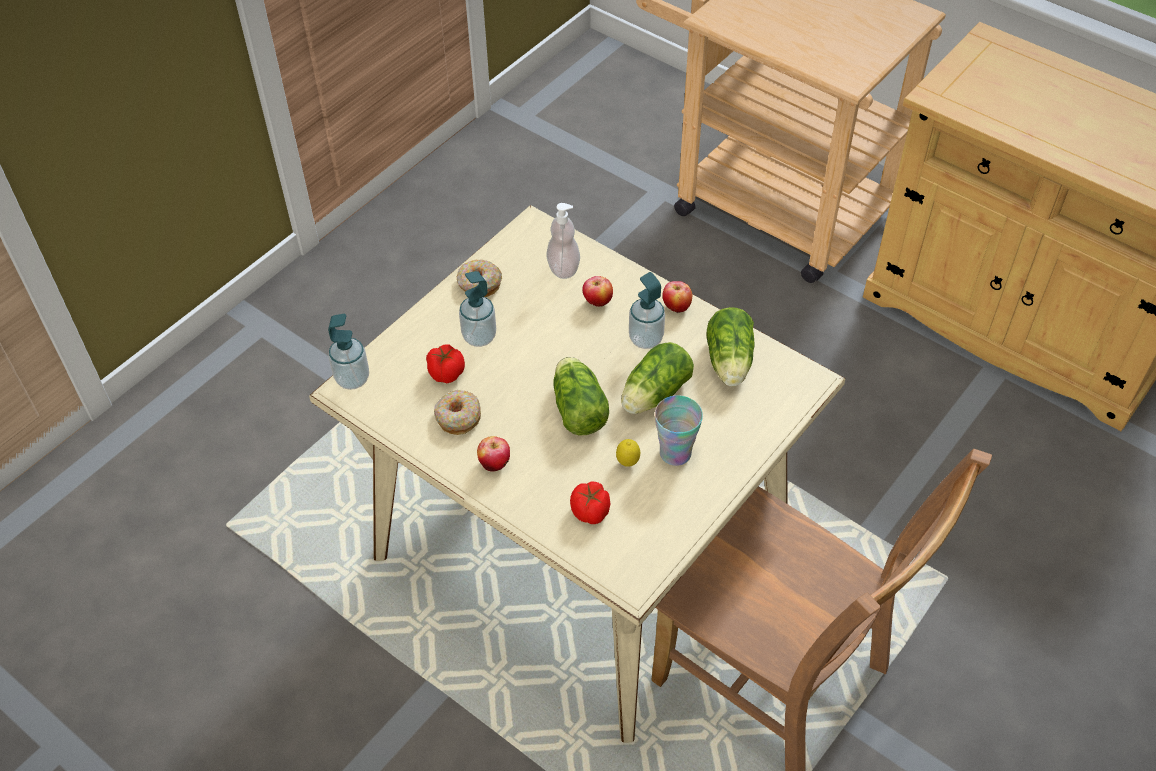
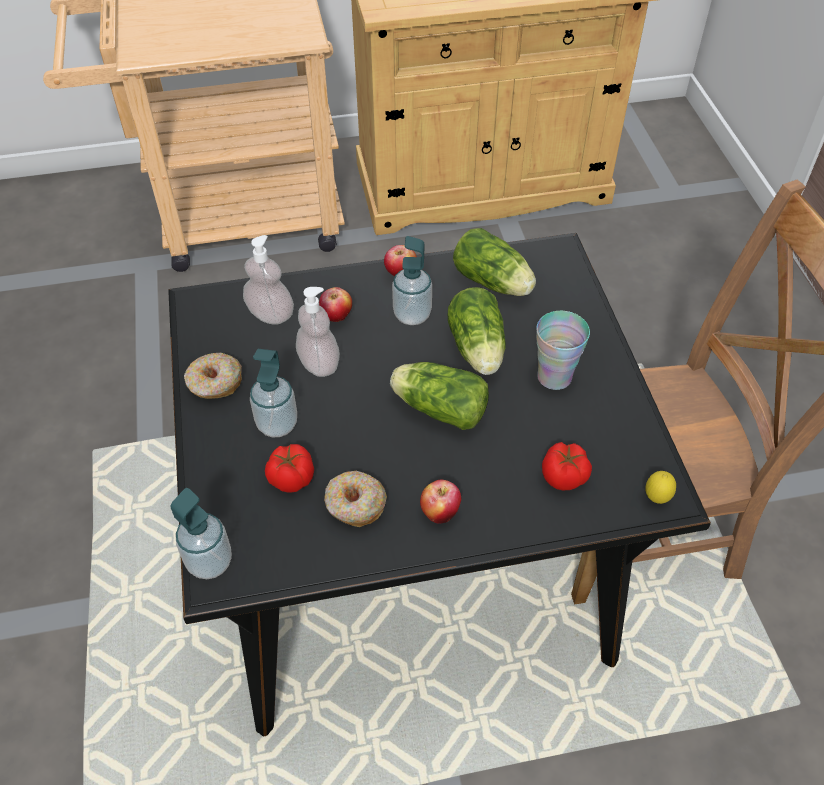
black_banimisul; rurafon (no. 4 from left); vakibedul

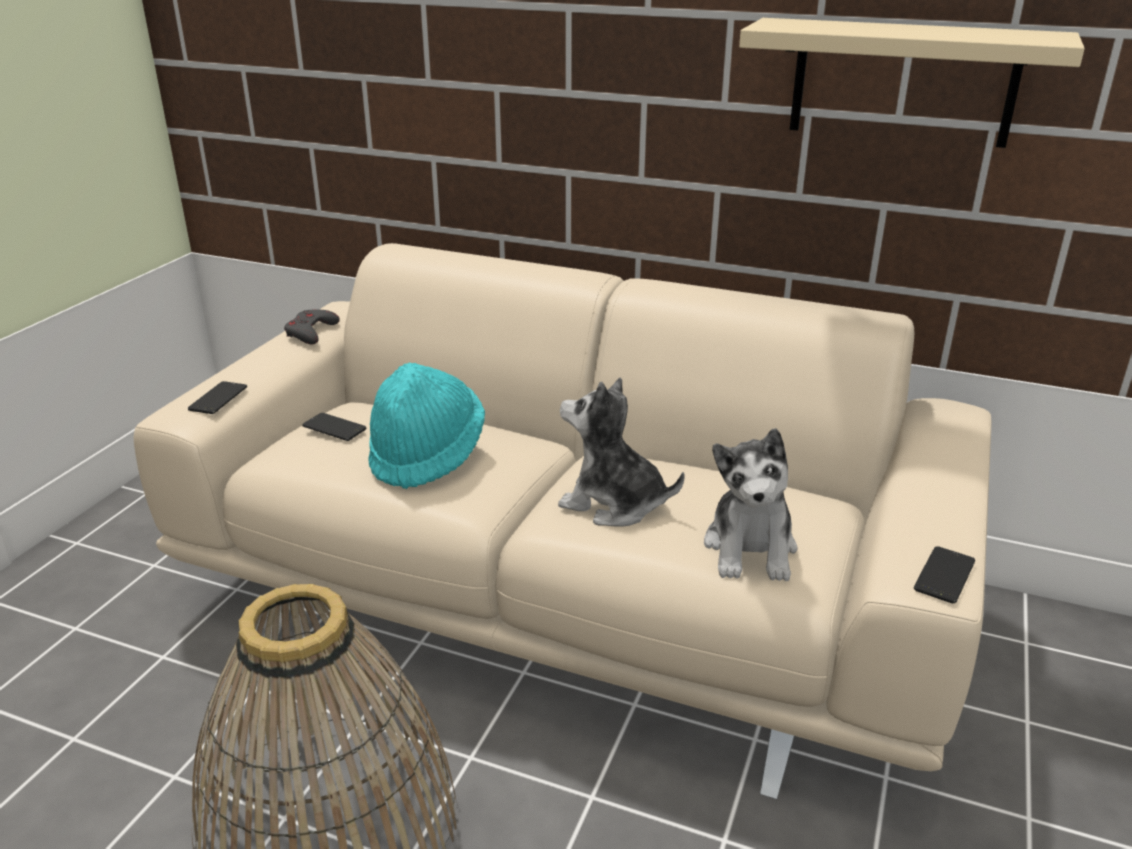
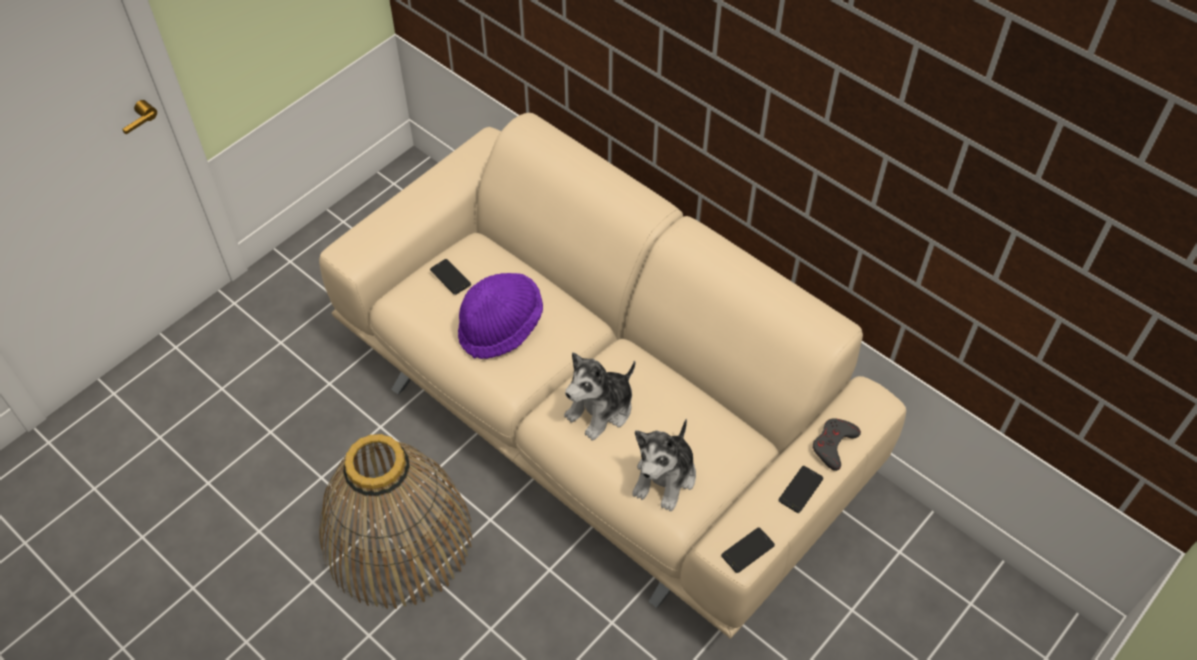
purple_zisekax; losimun (no. 1 from left); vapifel (no. 3 from left); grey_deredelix; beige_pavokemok

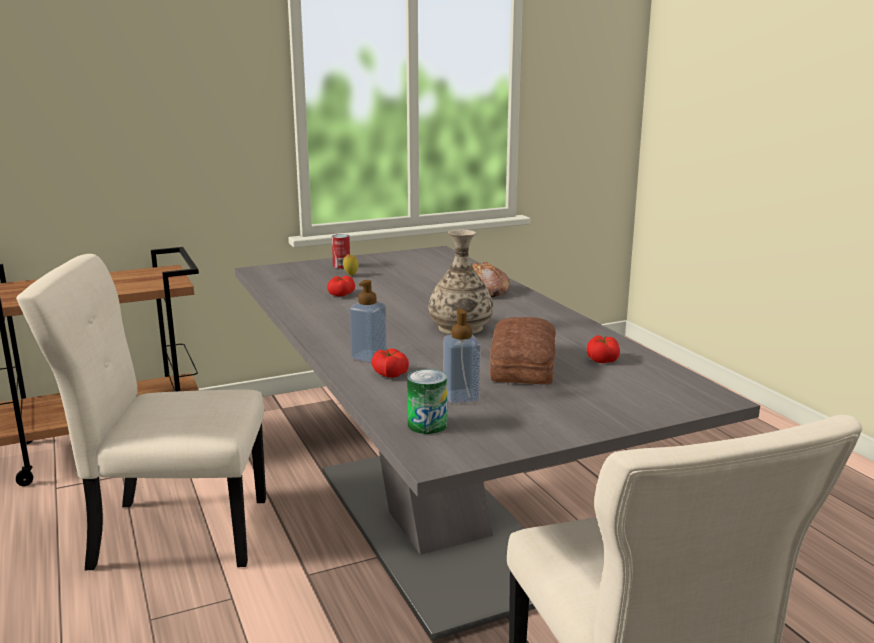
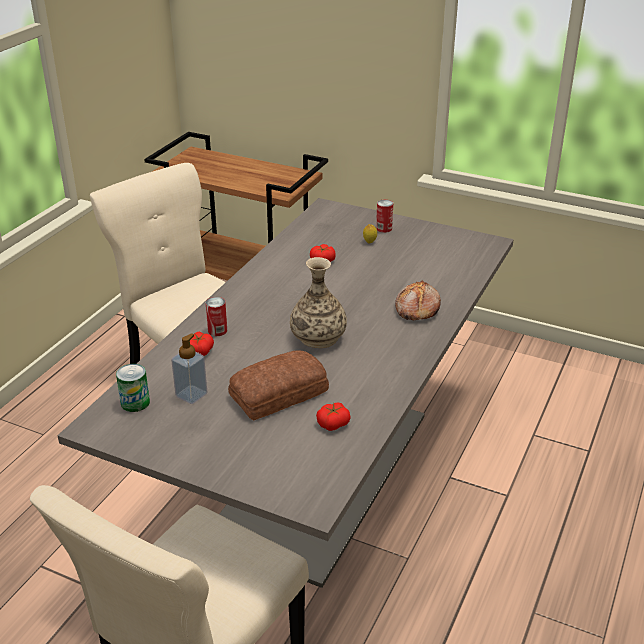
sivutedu (no. 2 from left)

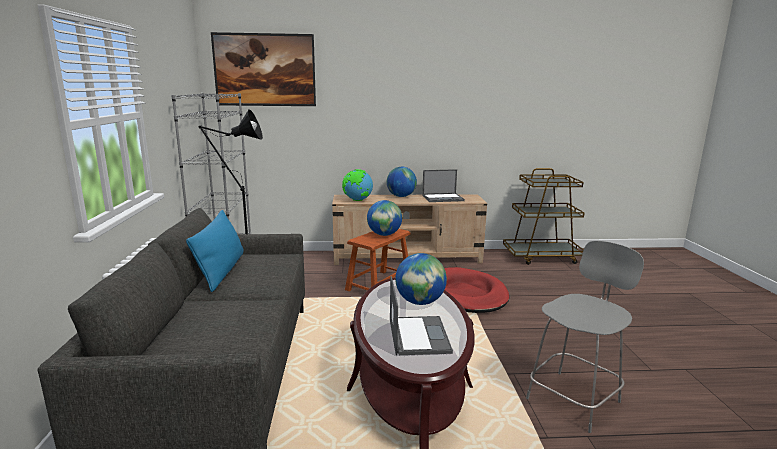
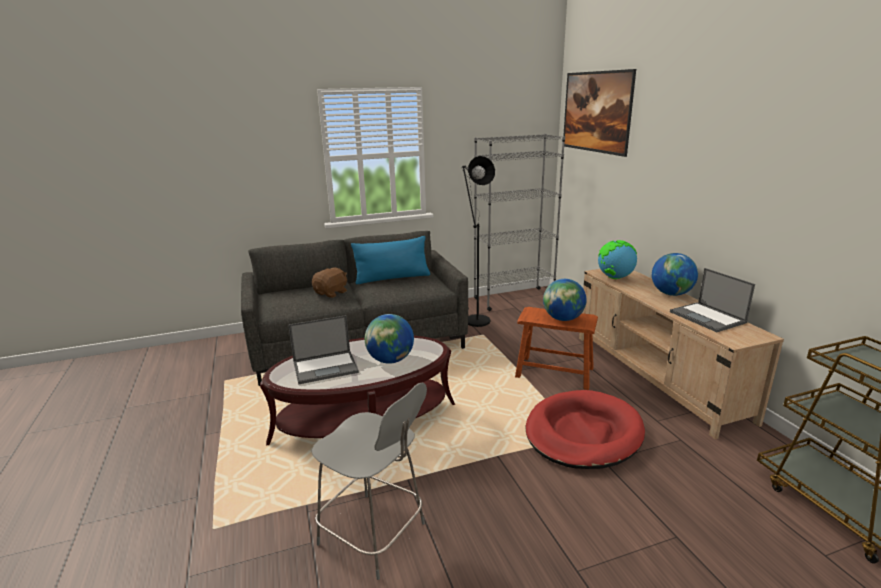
brown_losimun

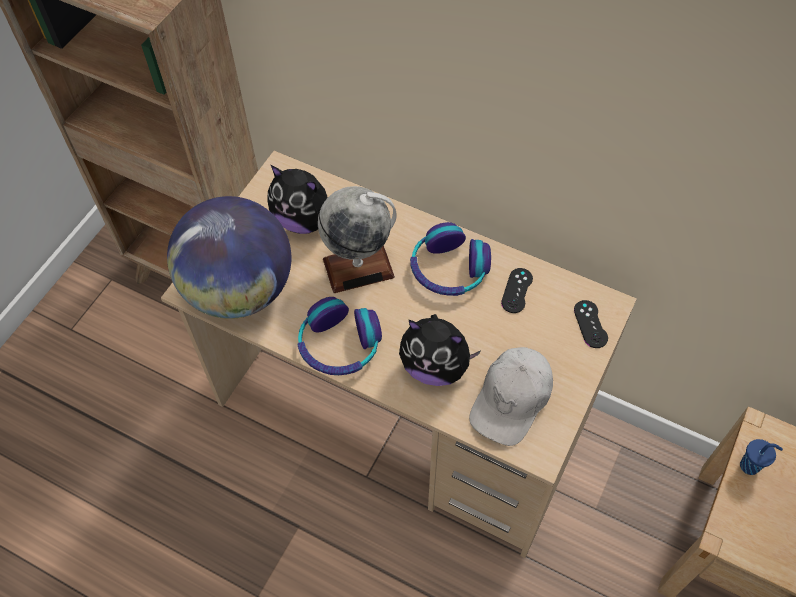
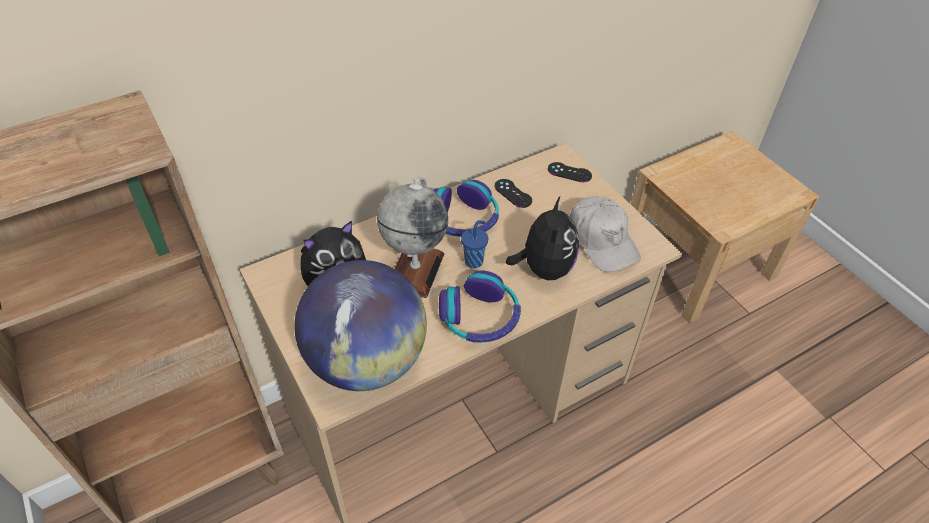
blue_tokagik; losimun (no. 2 from left)

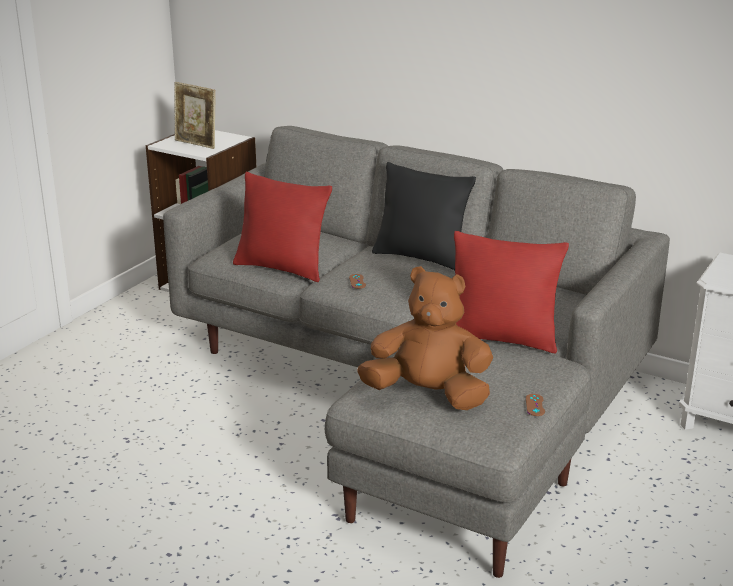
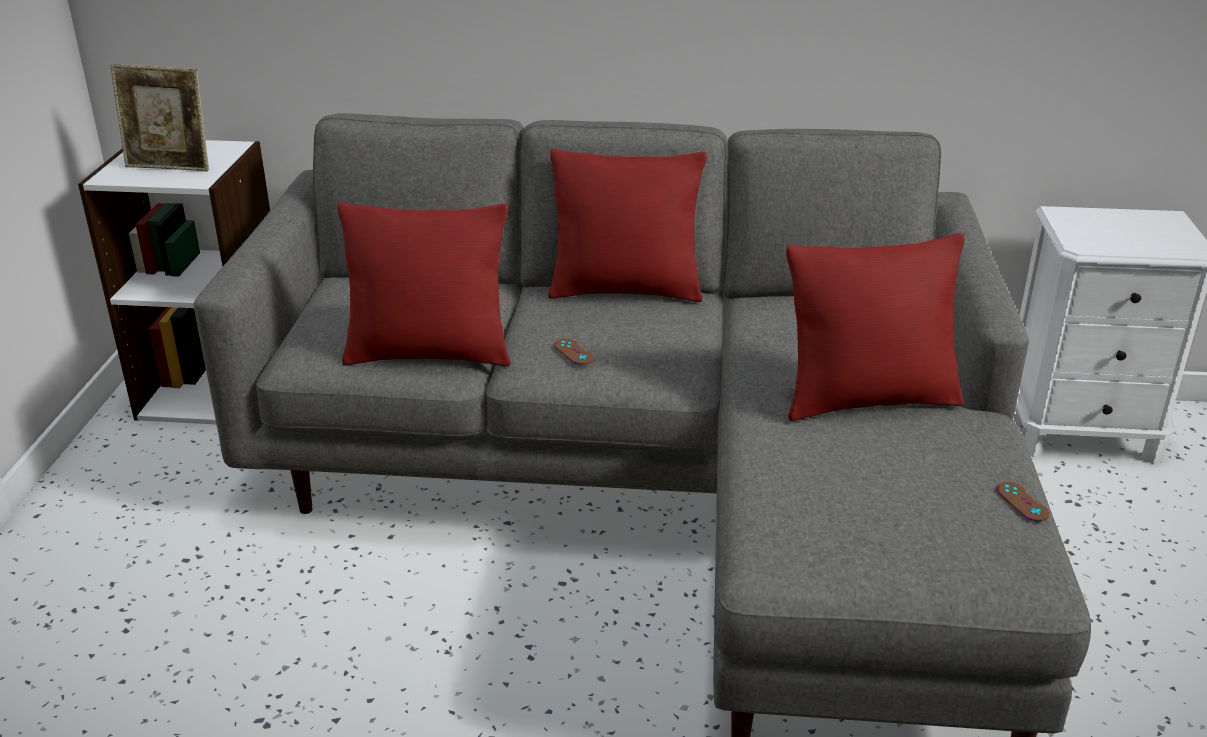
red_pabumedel (no. 2 from left); brown_losimun

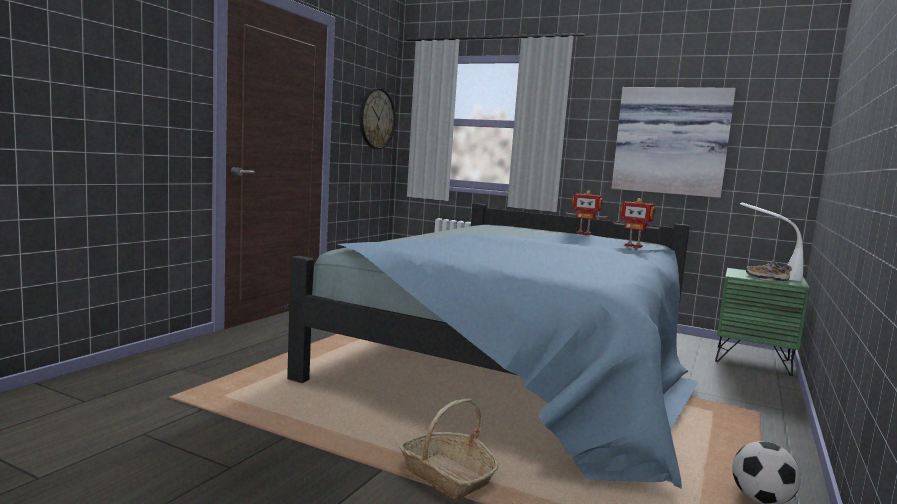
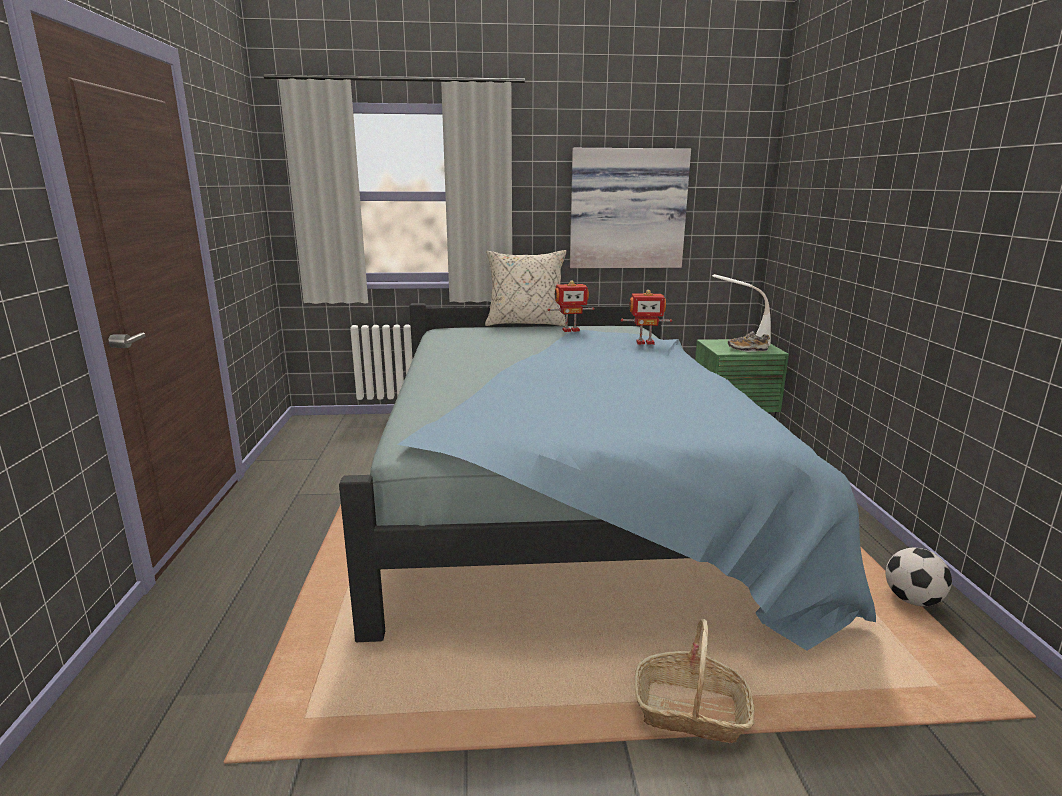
beige_pabumedel; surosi

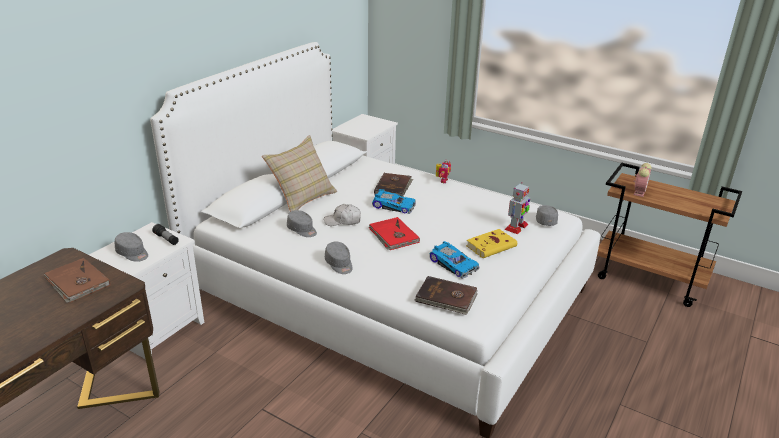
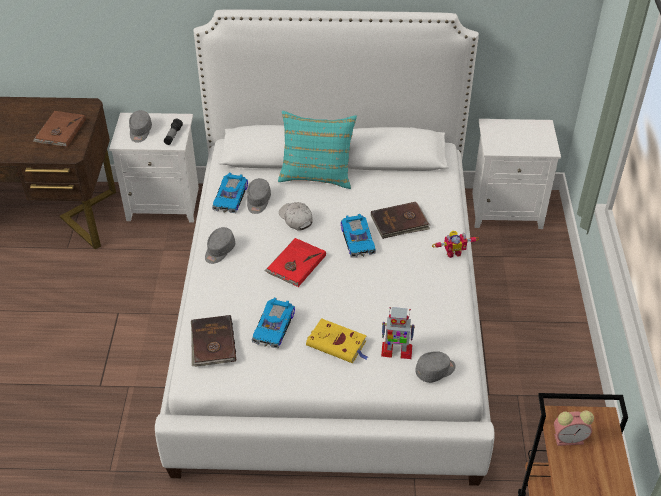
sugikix (no. 1 from left); turquoise_pabumedel

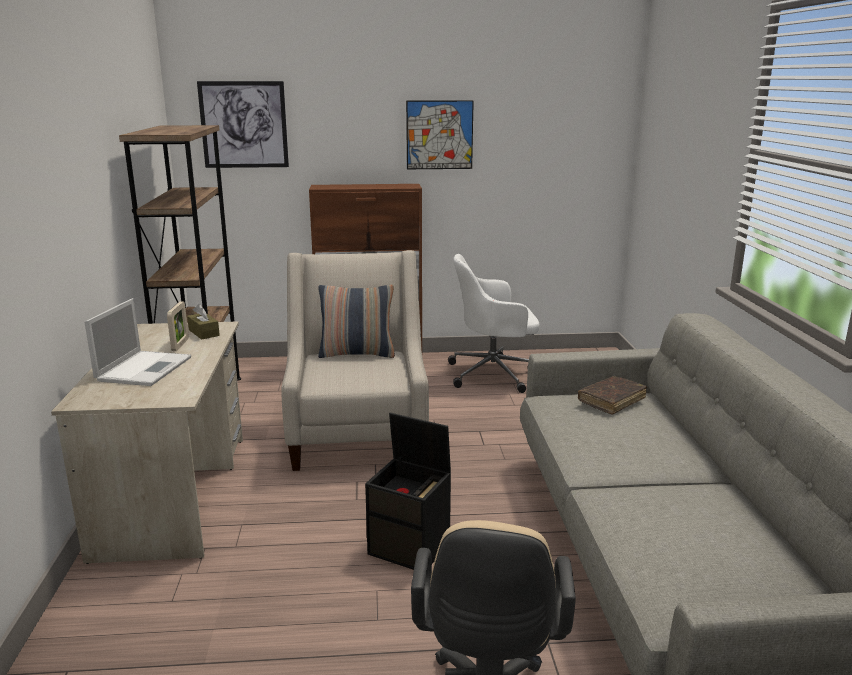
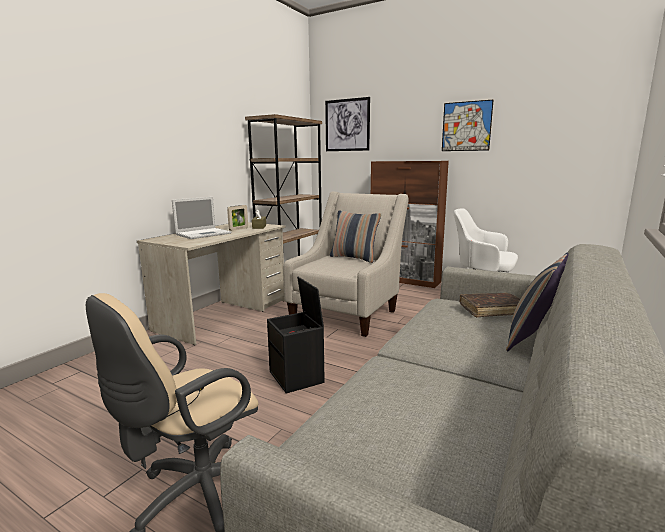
pabumedel (no. 2 from left)

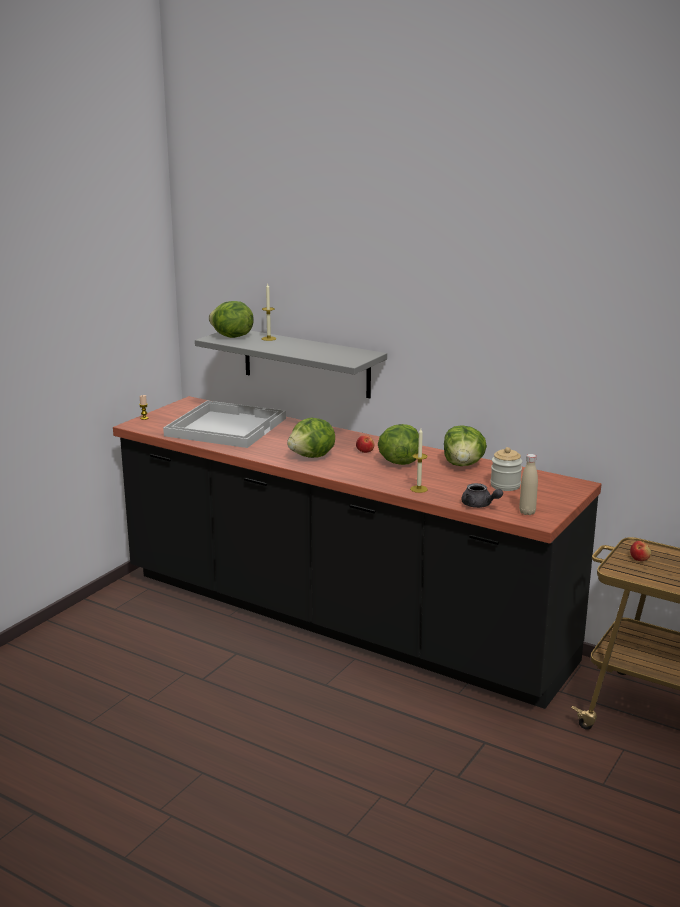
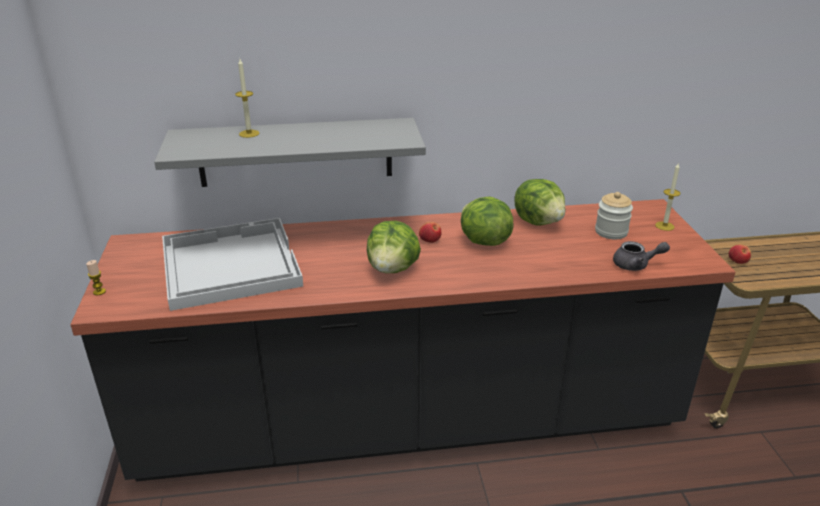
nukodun (no. 3 from left); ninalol (no. 1 from left in the first image); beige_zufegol

